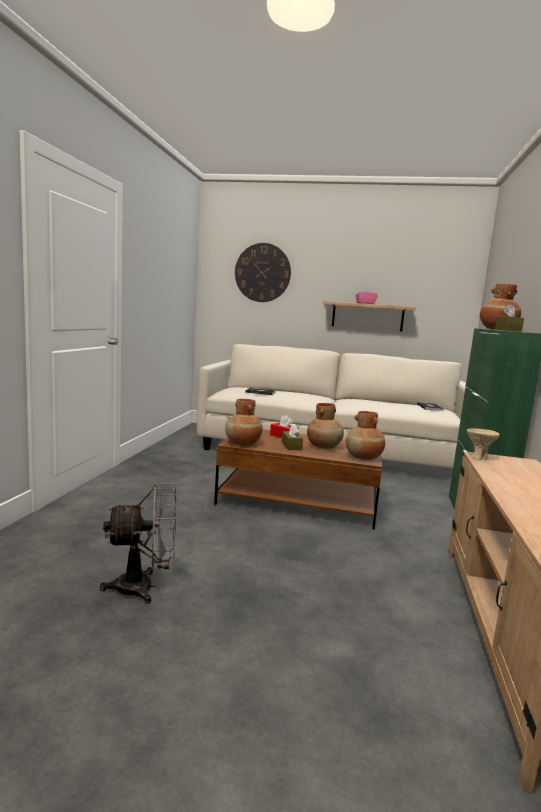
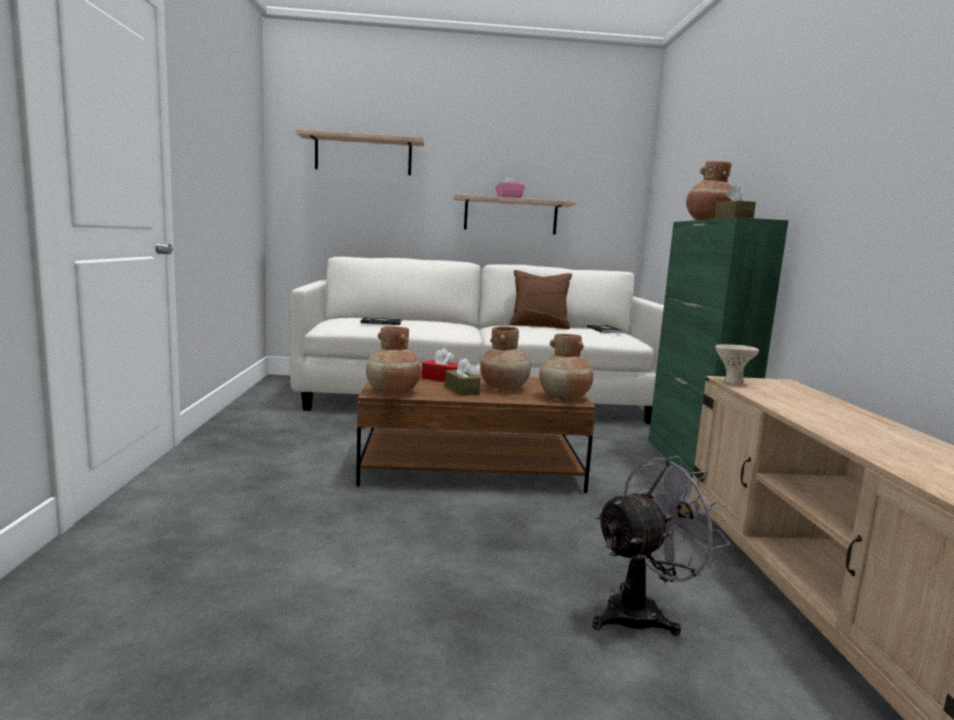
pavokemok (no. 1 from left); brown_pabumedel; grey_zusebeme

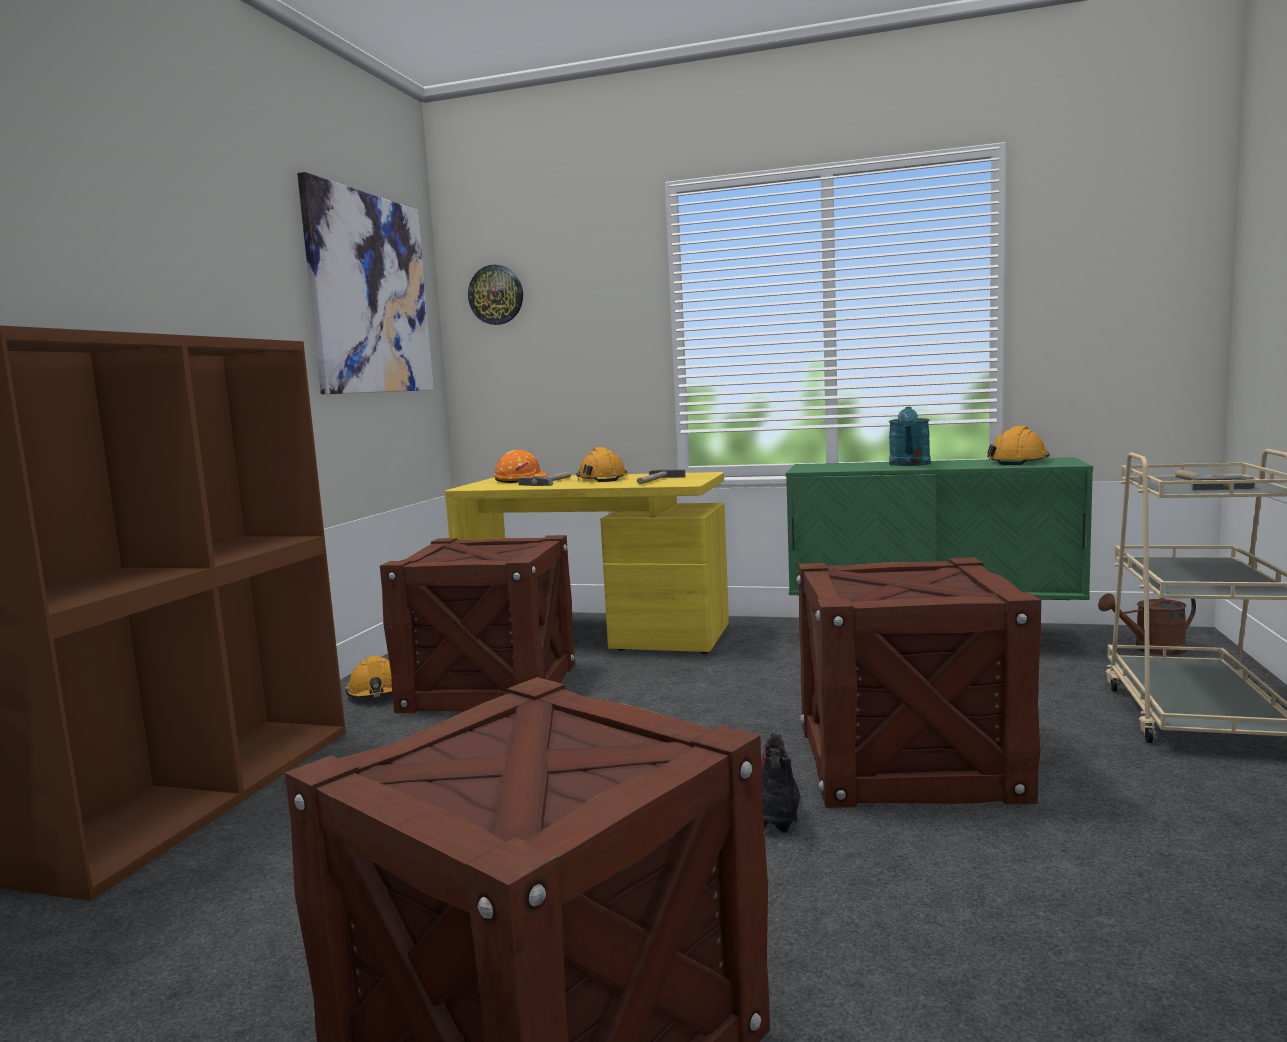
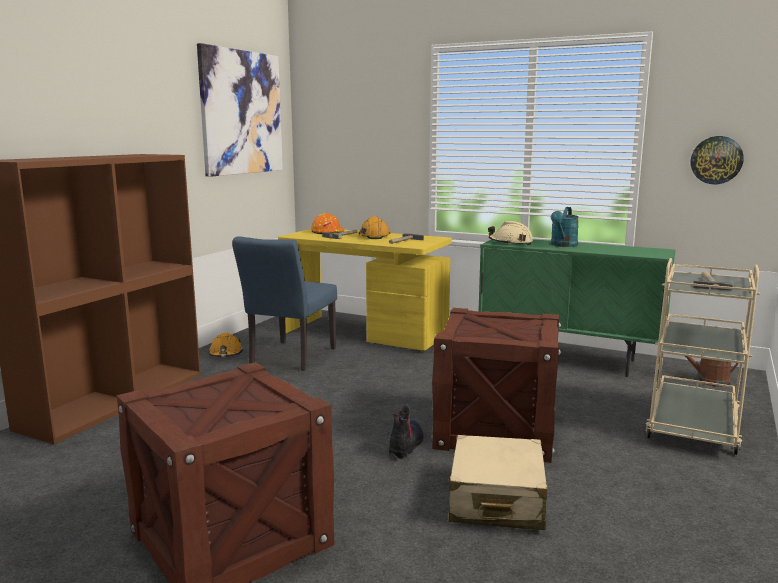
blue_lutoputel; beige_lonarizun; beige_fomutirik; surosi; orange_fomutirik (no. 4 from left in the first image)

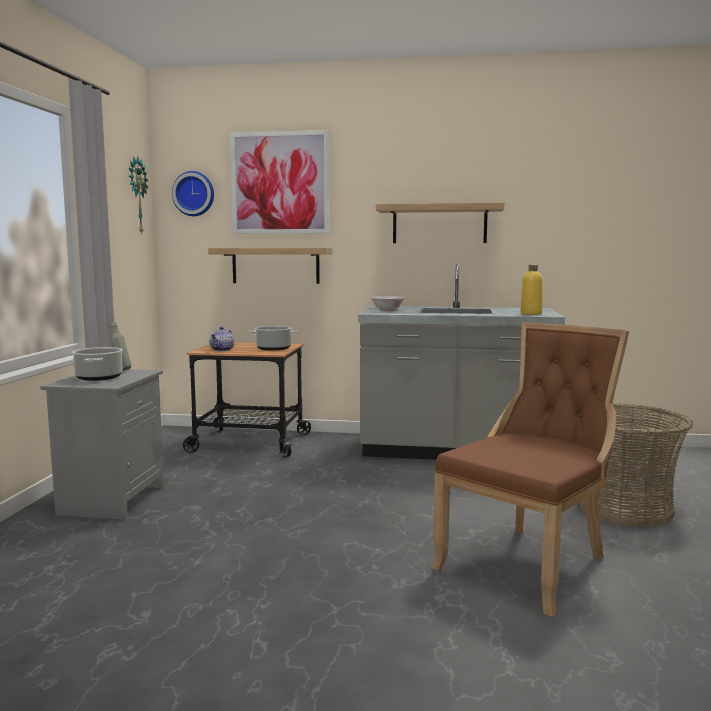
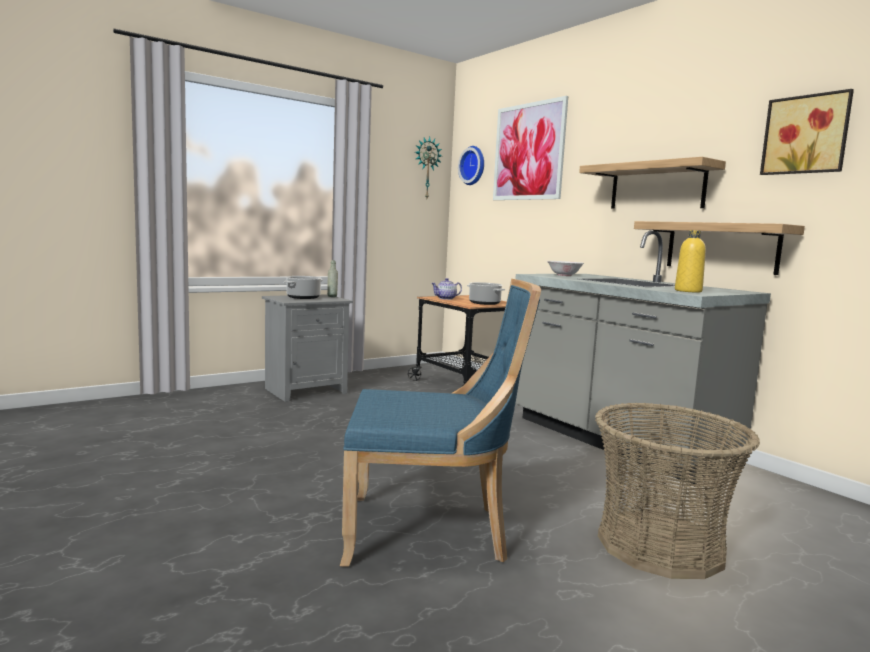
blue_lutoputel; pavokemok (no. 2 from left); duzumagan (no. 2 from left)

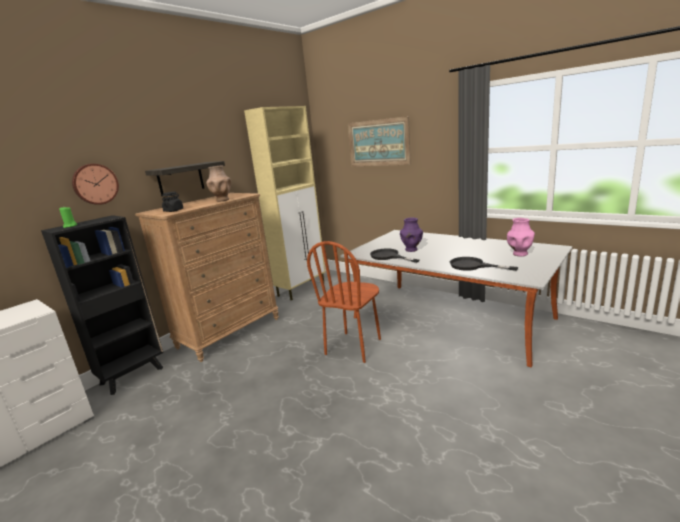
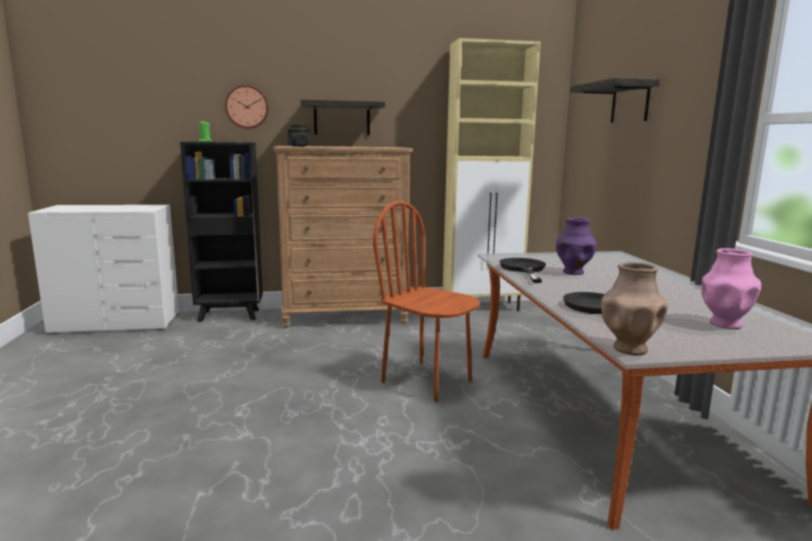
brown_lutoputel; pavokemok (no. 2 from left); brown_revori

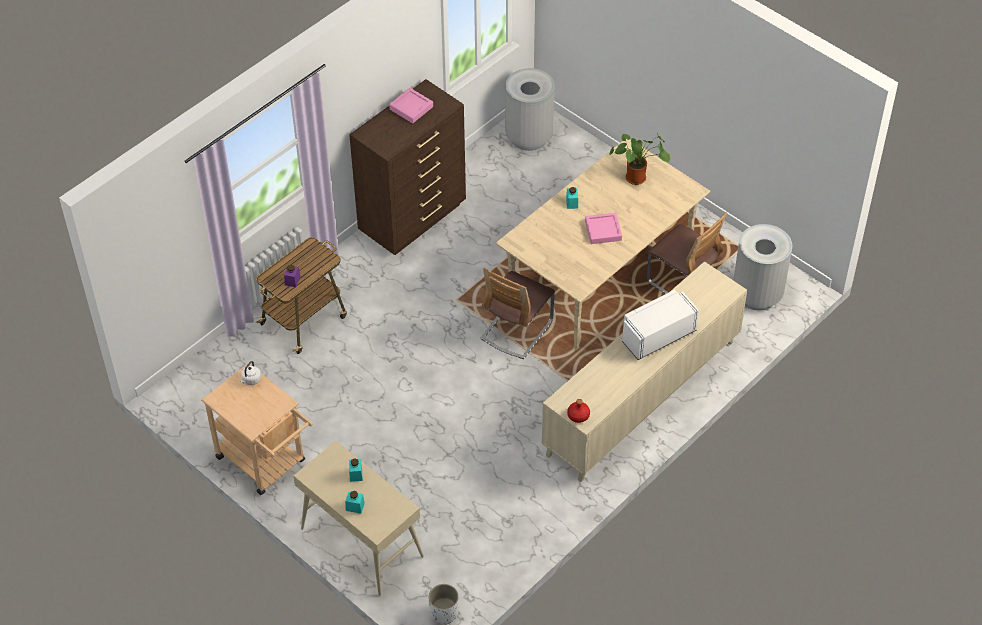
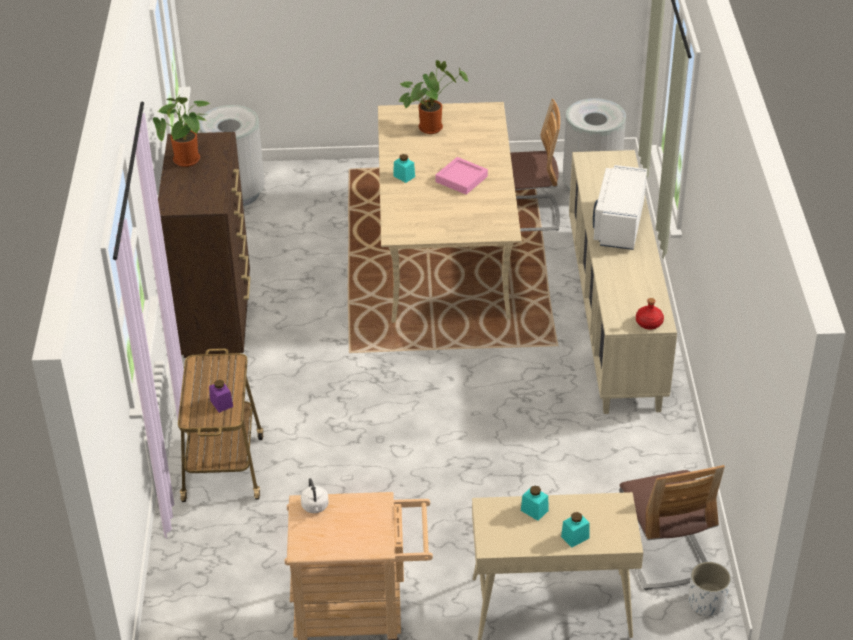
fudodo (no. 1 from left); lutoputel (no. 2 from left)

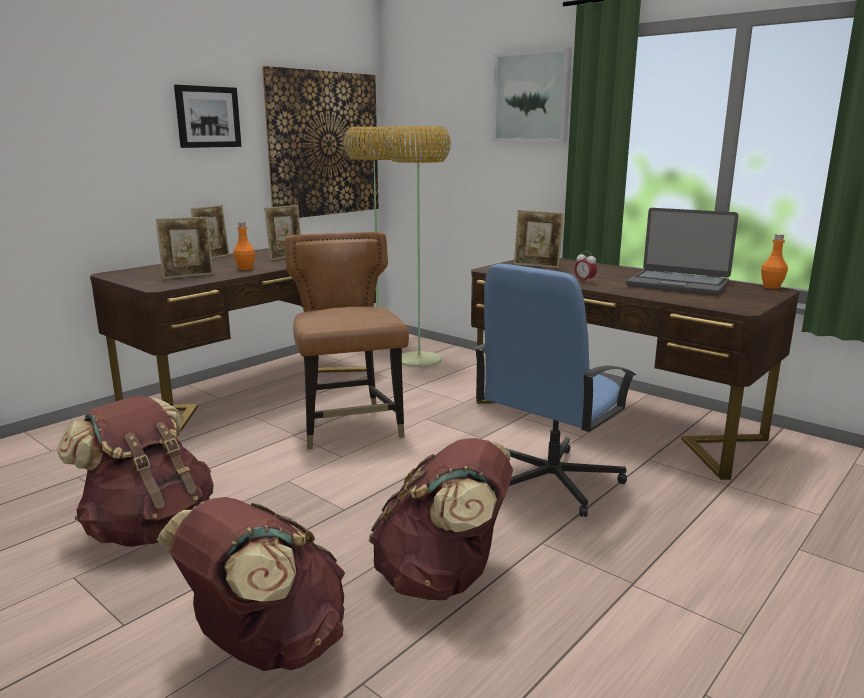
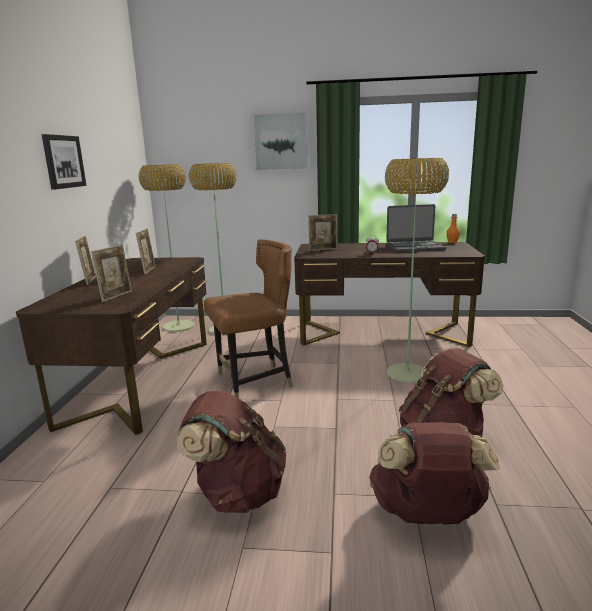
brown_lutoputel; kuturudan (no. 3 from left); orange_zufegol (no. 1 from left in the first image); duzumagan (no. 2 from left in the first image)

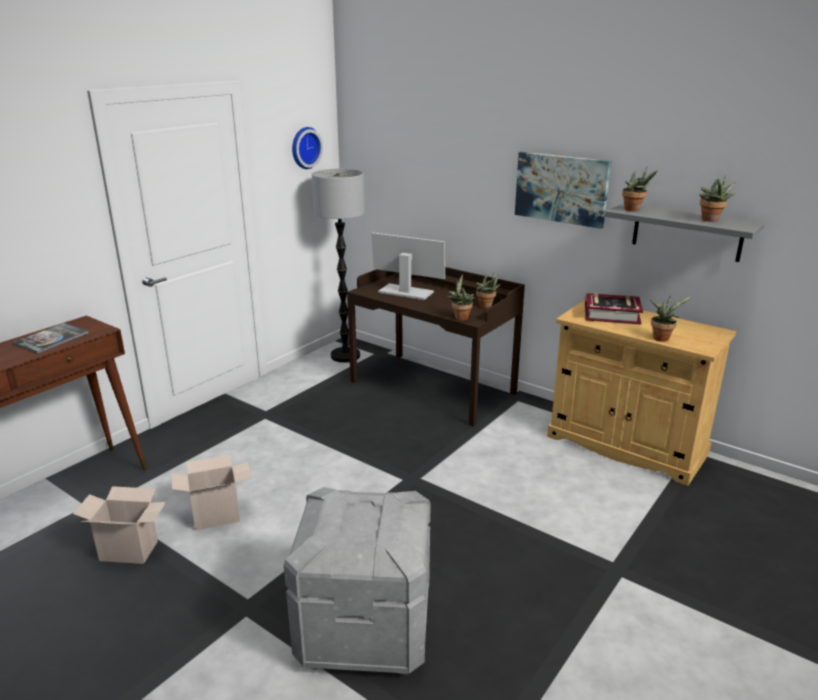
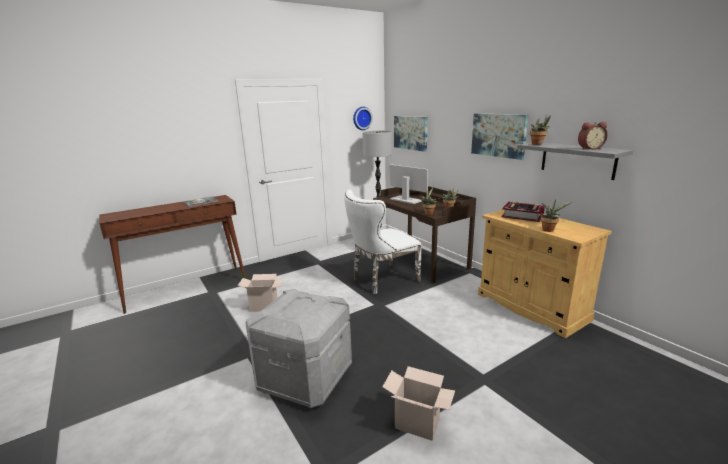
white_lutoputel; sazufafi (no. 2 from left); duzumagan (no. 1 from left); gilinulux

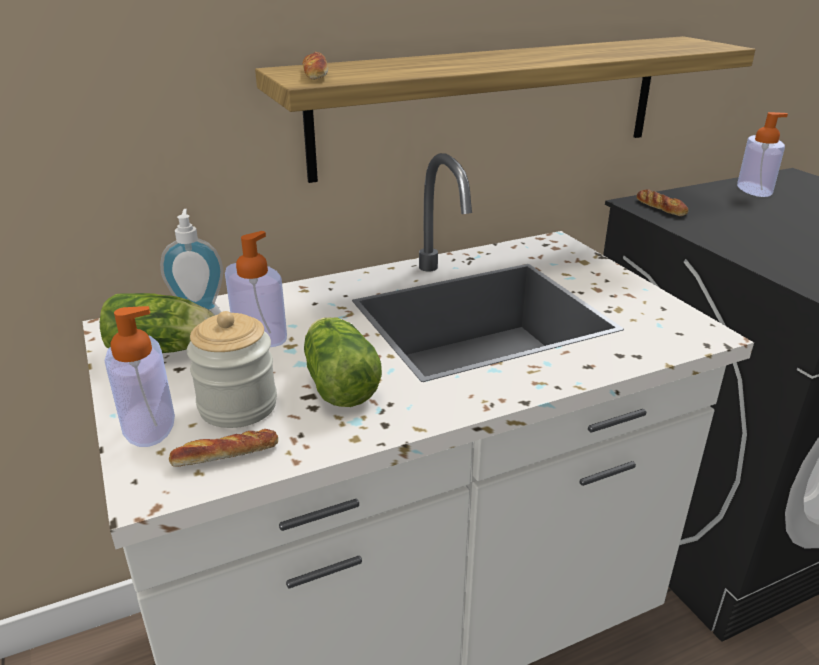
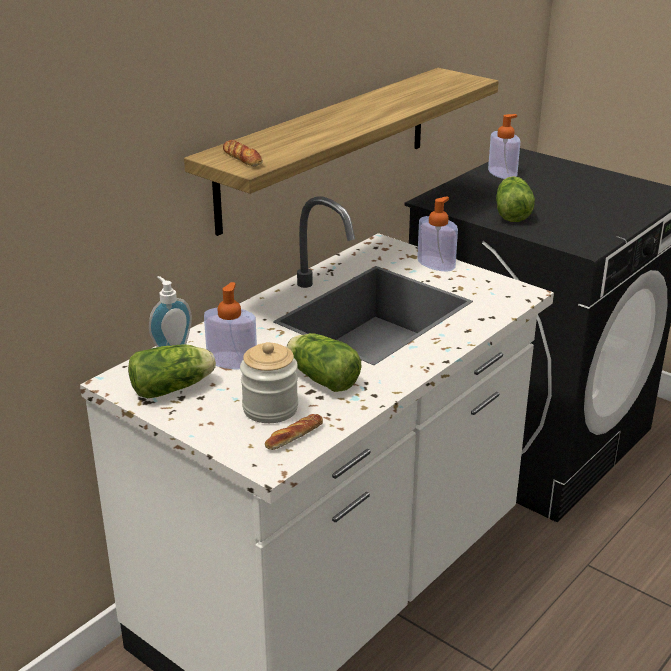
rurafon (no. 3 from left); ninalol (no. 3 from left); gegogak (no. 3 from left in the first image)

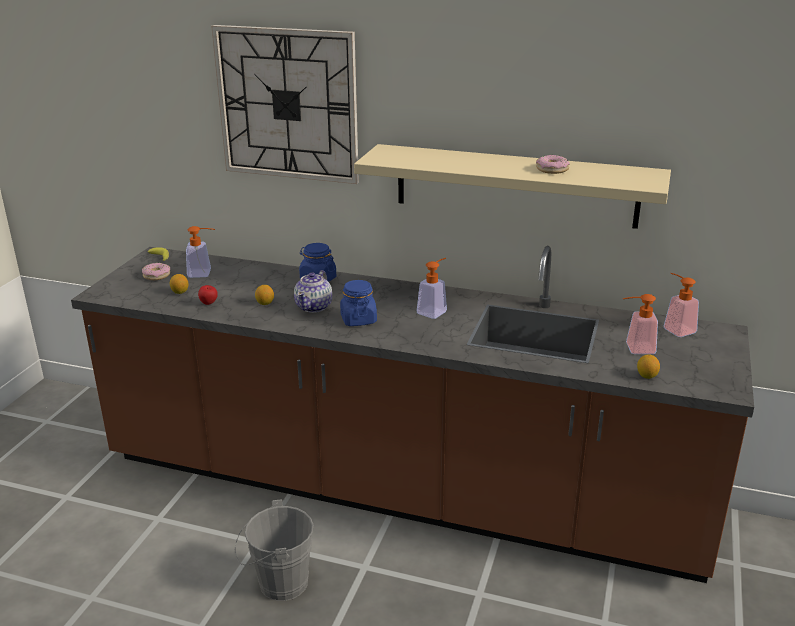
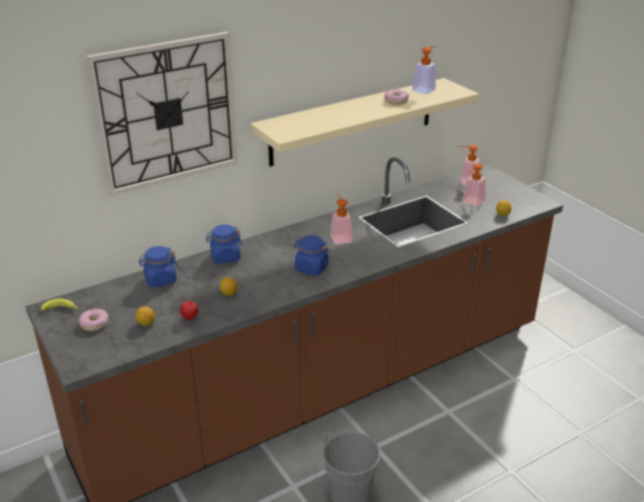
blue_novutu (no. 1 from left); rurafon (no. 2 from left); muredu

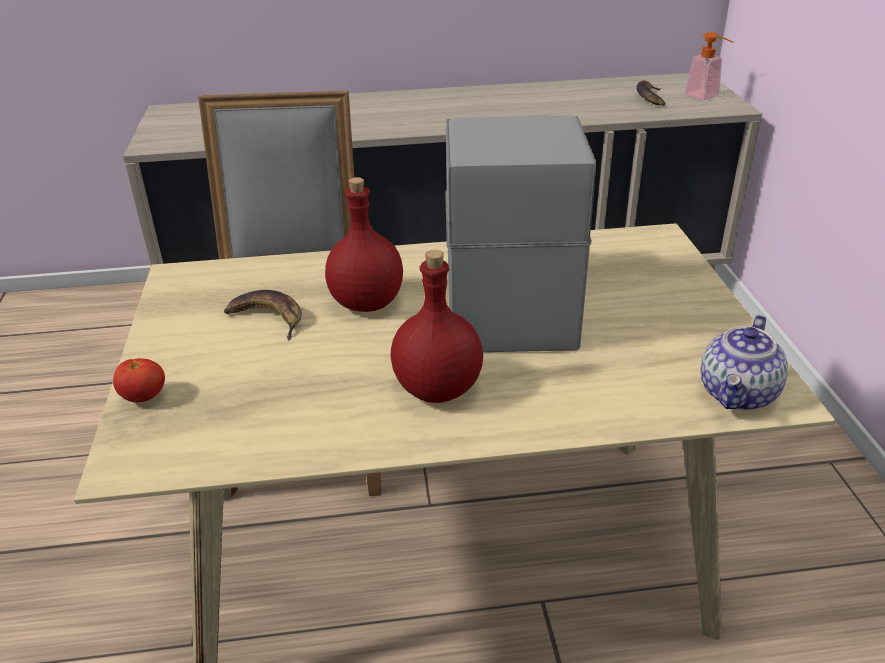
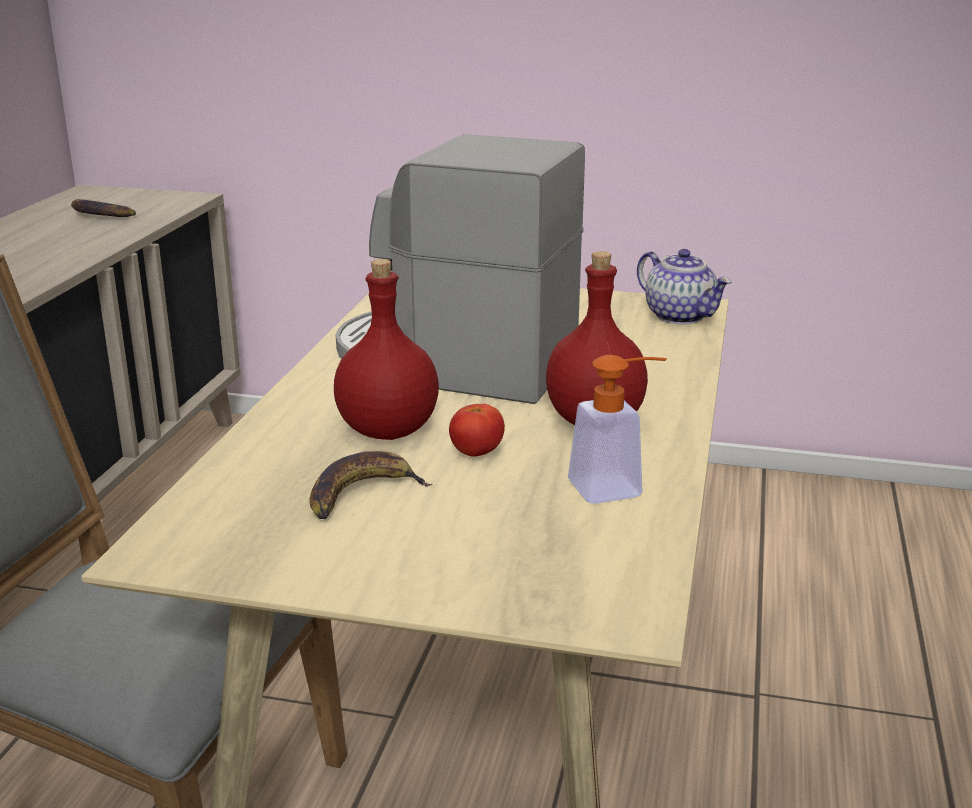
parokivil; rurafon

